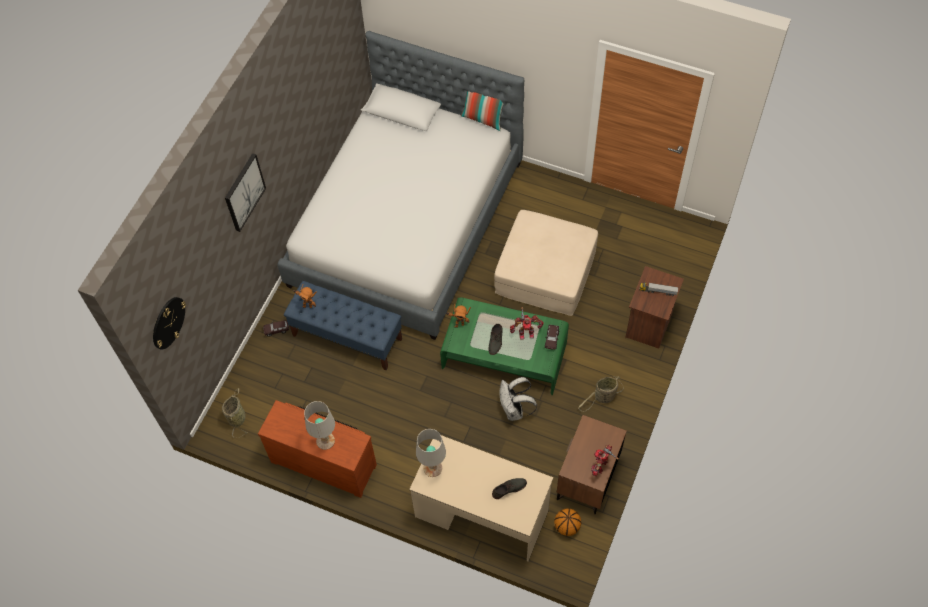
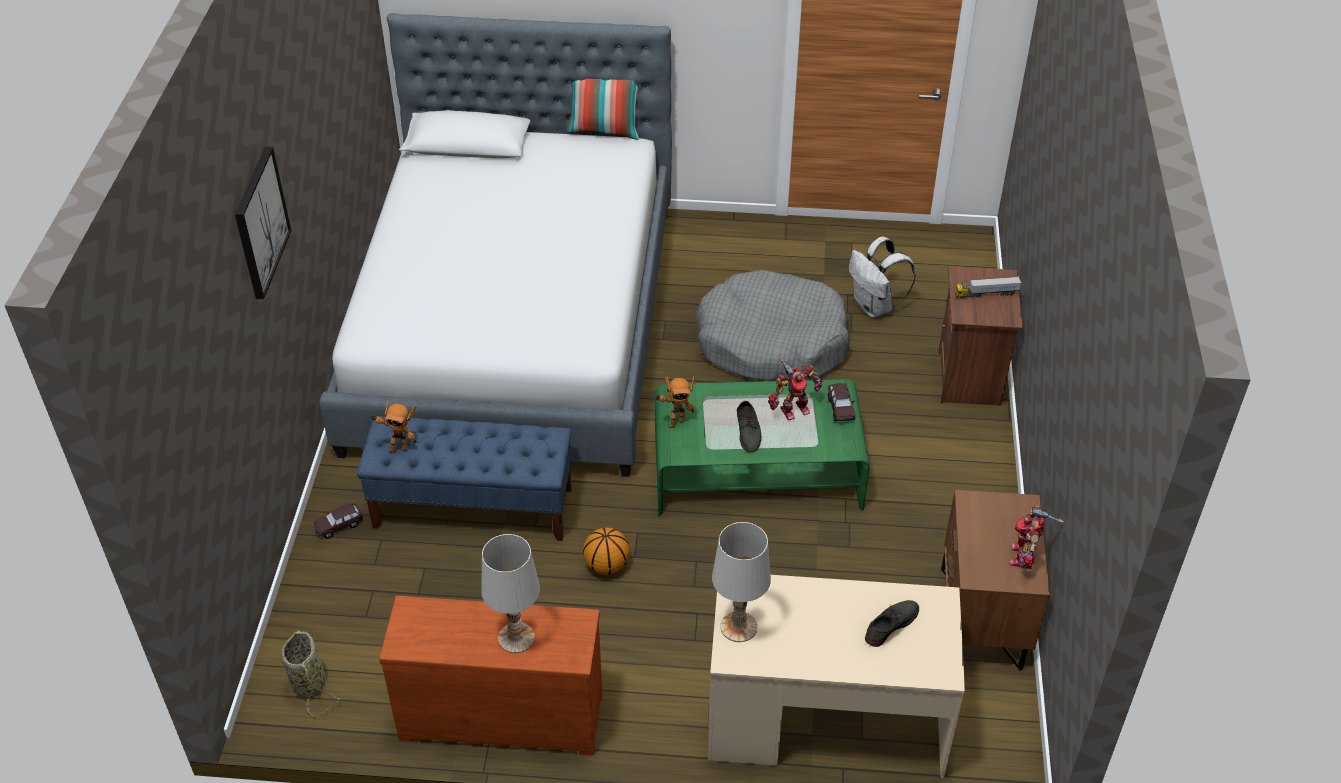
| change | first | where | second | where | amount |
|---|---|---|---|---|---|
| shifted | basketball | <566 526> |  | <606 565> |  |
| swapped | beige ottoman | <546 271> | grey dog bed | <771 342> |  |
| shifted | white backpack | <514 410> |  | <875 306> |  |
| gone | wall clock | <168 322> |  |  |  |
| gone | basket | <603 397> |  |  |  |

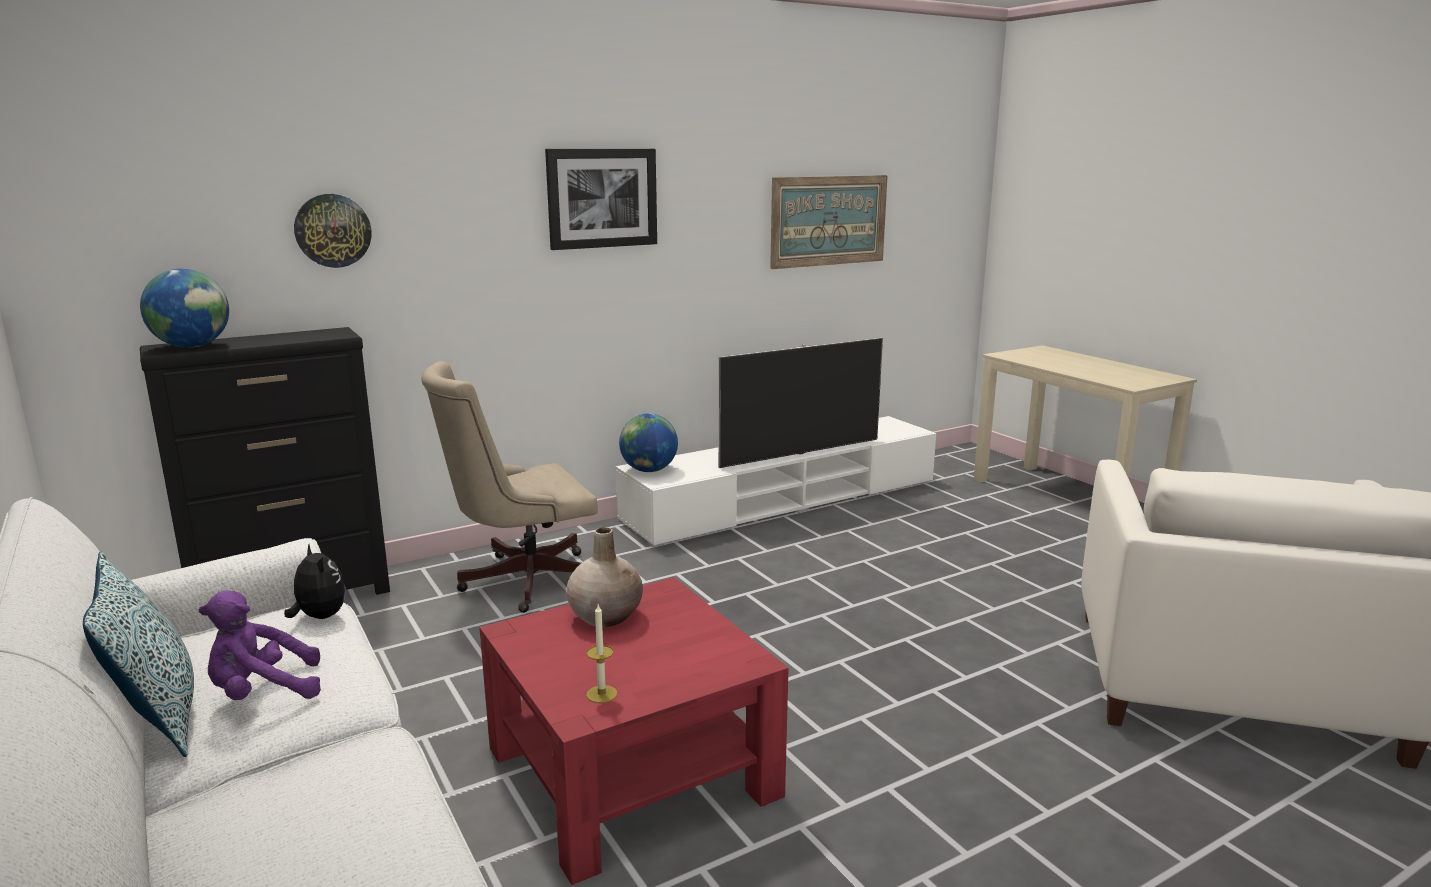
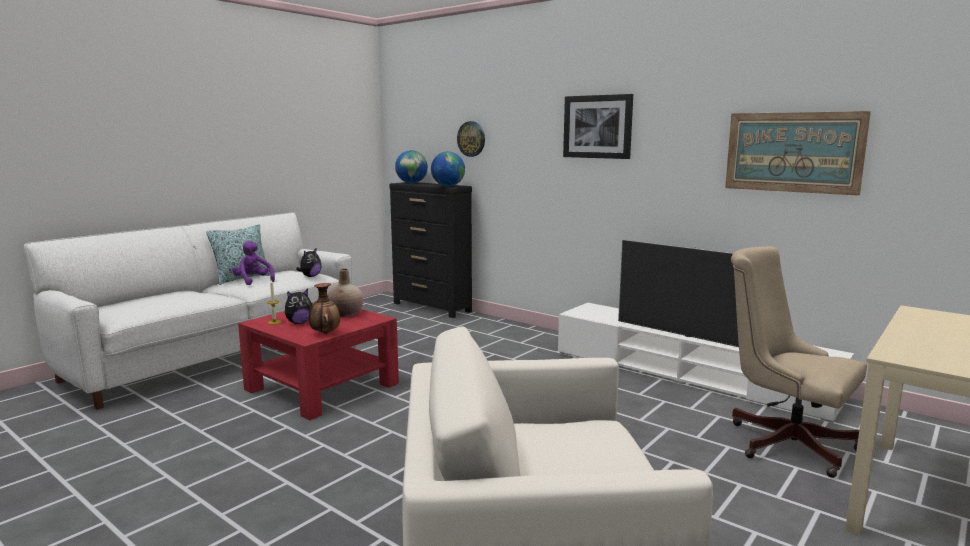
| change | first | where | second | where | amount |
|---|---|---|---|---|---|
| new |  |  | plush toy | <299 323> |  |
| new |  |  | vase | <325 333> |  |
| shifted | globe | <649 470> |  | <448 186> |  |
| shifted | beige office chair | <521 581> |  | <784 441> |  |

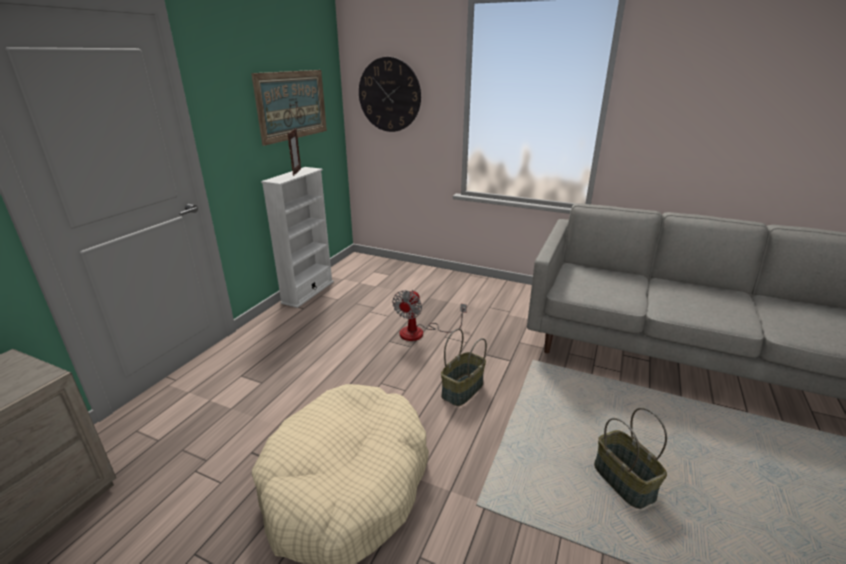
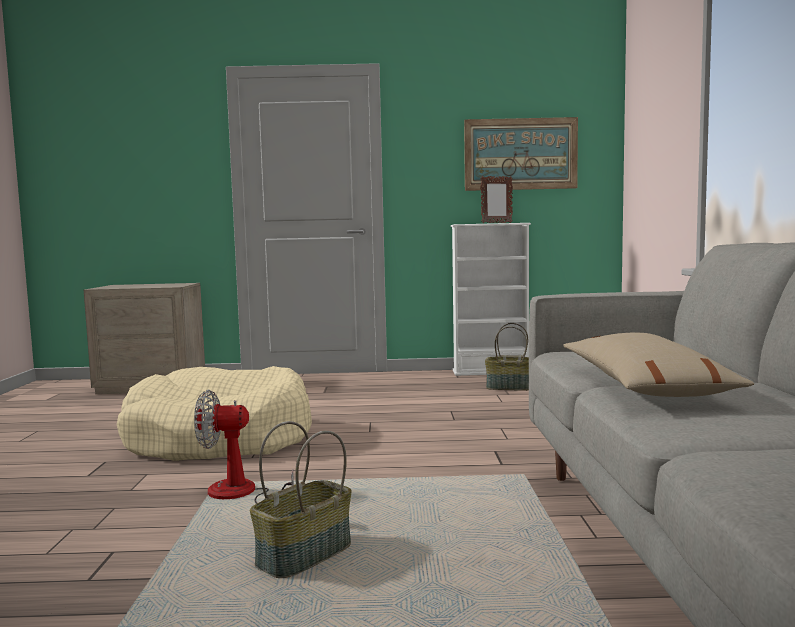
| change | first | where | second | where | amount |
|---|---|---|---|---|---|
| shifted | fan | <420 332> |  | <240 496> |  |
| shifted | basket | <463 390> |  | <509 387> |  |
| new |  |  | beige pillow | <643 386> |  |
| gone | wall clock | <389 95> |  |  |  |

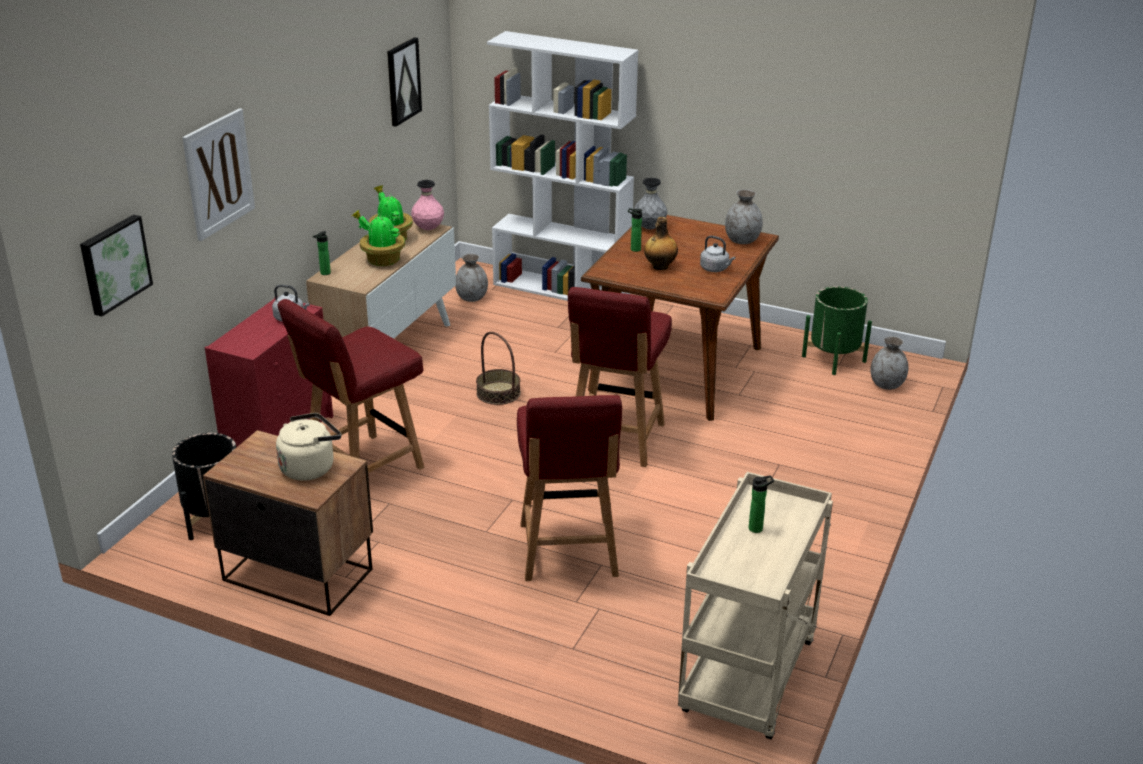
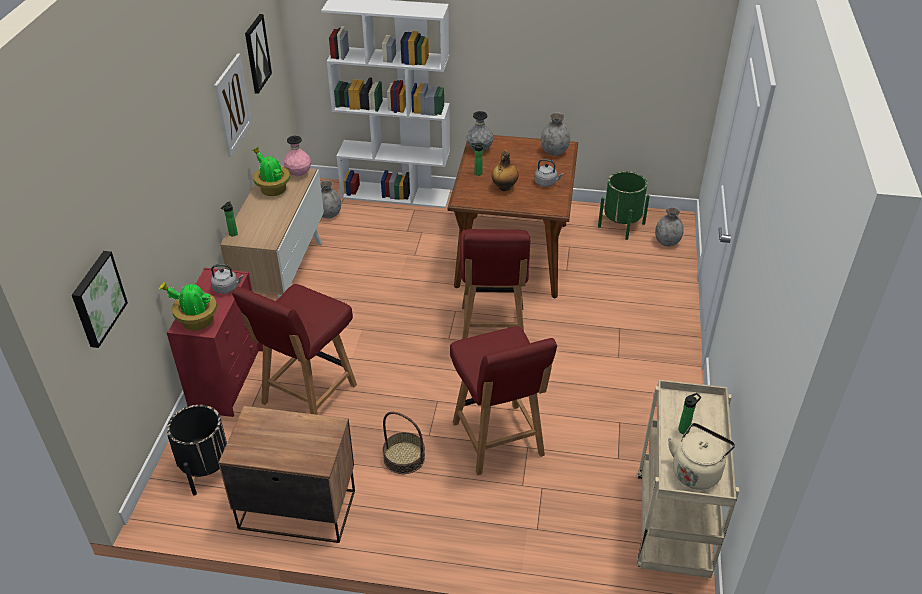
| change | first | where | second | where | amount |
|---|---|---|---|---|---|
| shifted | potted plant | <381 260> |  | <196 321> |  |
| shifted | picture | <218 174> |  | <232 105> |  |
| shifted | basket | <498 393> |  | <404 457> |  |
| shifted | beige kettle | <310 467> |  | <696 471> |  |

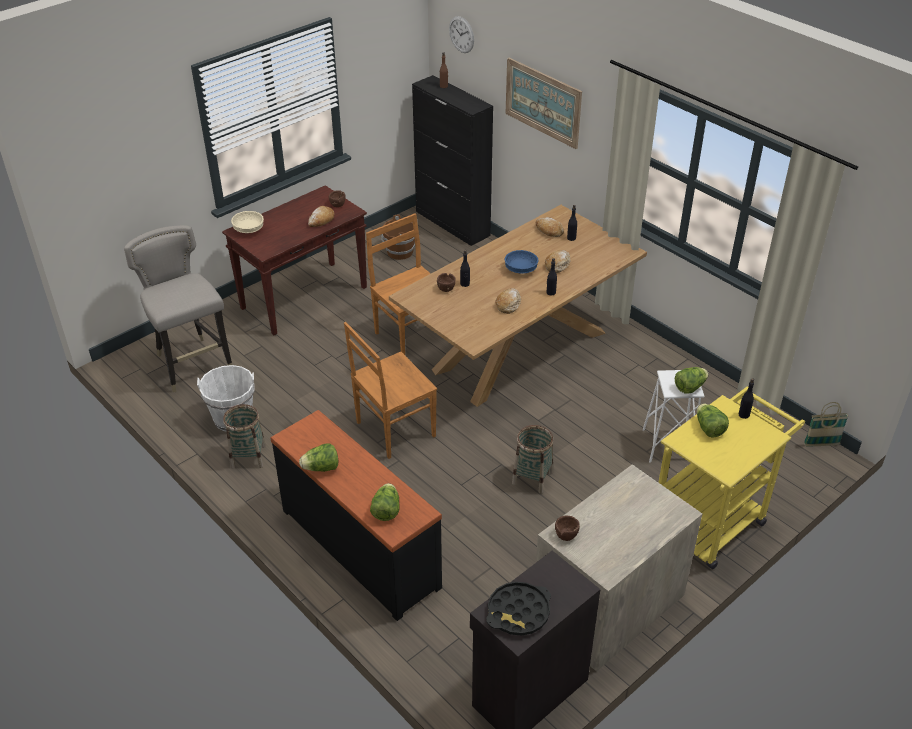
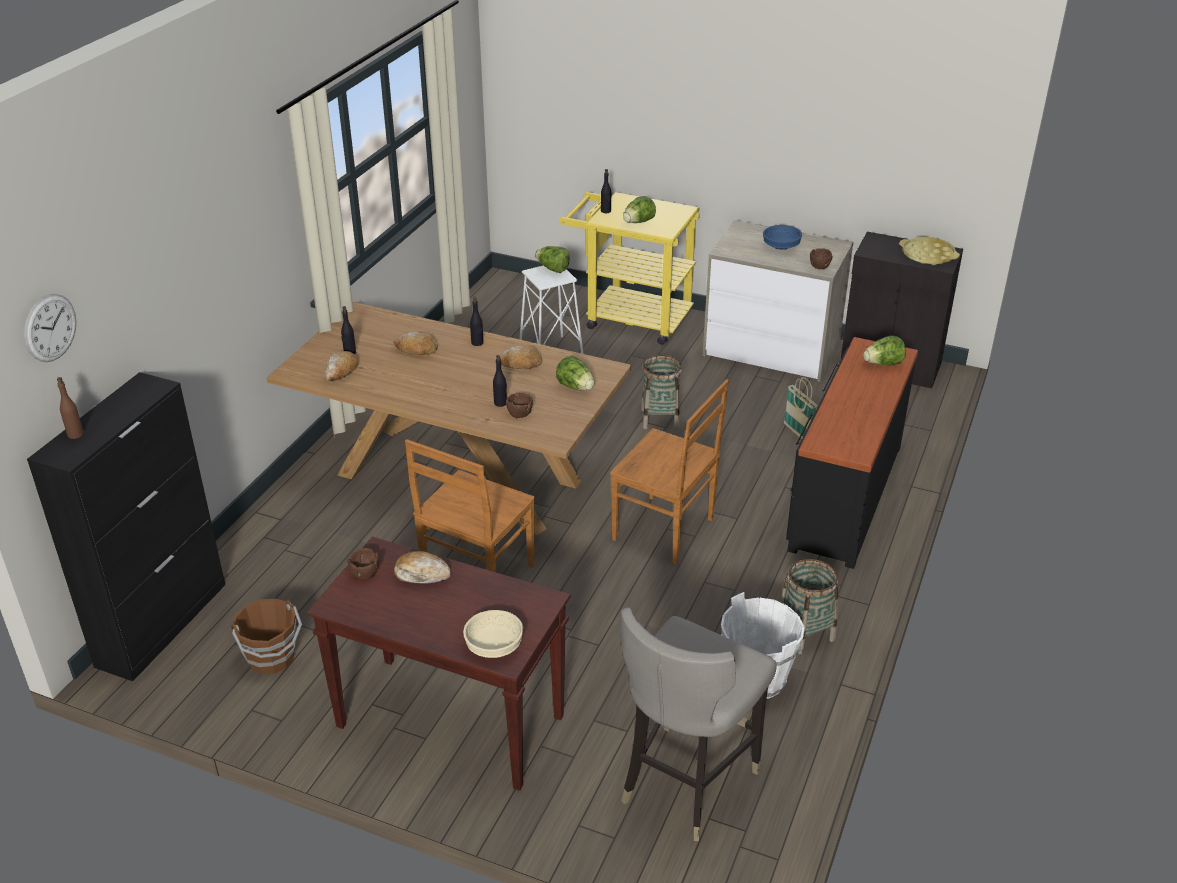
| change | first | where | second | where | amount |
|---|---|---|---|---|---|
| shifted | lettuce | <321 468> |  | <576 387> |  |
| shifted | blue bowl | <521 270> |  | <781 246> |  |
| shifted | basket | <821 444> |  | <798 433> |  |
| repainted | black tray | <518 612> | yellow tray | <927 255> |  |
| gone | picture | <543 102> |  |  |  |

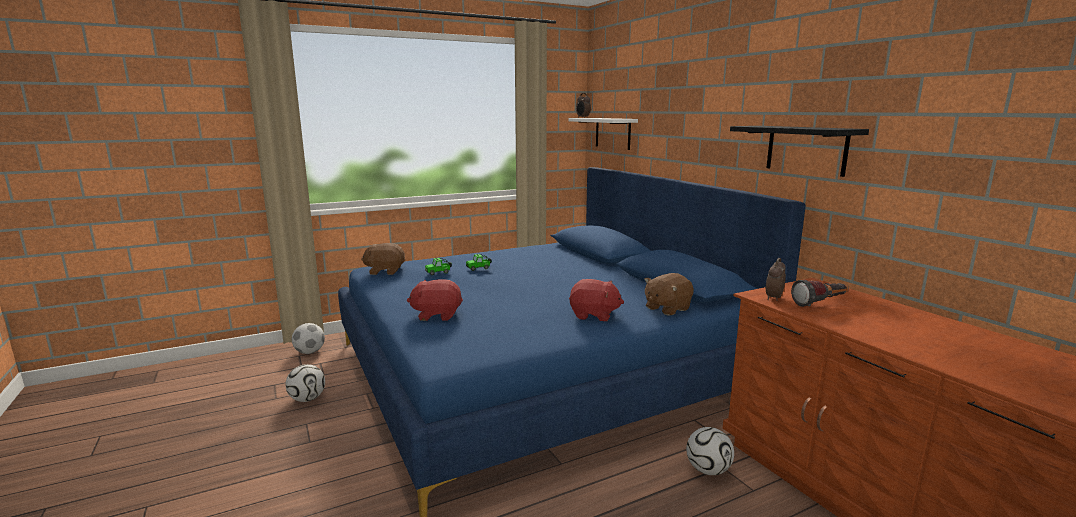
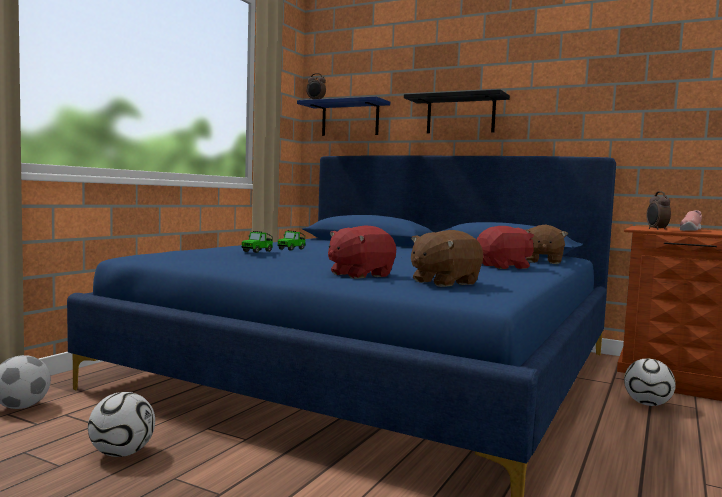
| change | first | where | second | where | amount |
|---|---|---|---|---|---|
| repainted | white shelf | <613 133> | blue shelf | <350 119> |  |
| shifted | black shelf | <806 149> |  | <460 115> |  |
| shifted | brown plush toy | <385 271> |  | <443 282> |  |
| swapped | flashlight | <821 303> | pink shoe | <690 230> |  |

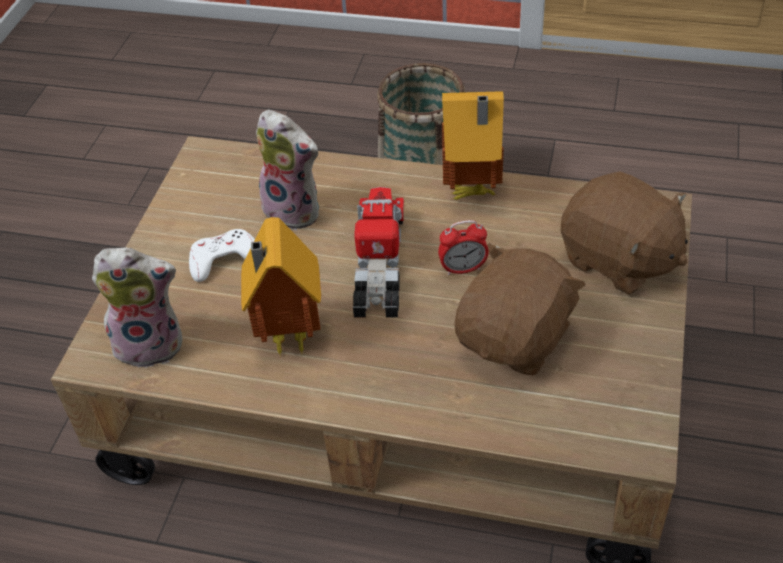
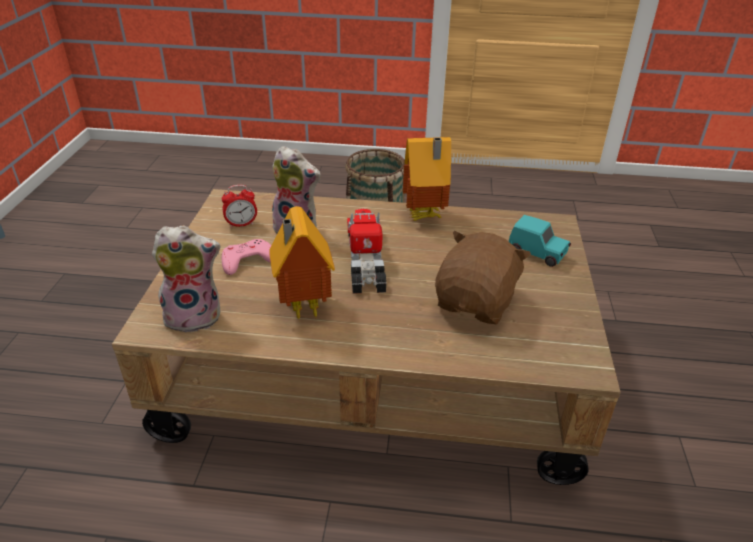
| change | first | where | second | where | amount |
|---|---|---|---|---|---|
| shifted | alarm clock | <463 269> |  | <241 224> |  |
| repainted | white game controller | <224 259> | pink game controller | <248 261> |  |
| swapped | brown plush toy | <619 260> | turquoise toy car | <537 253> |  |

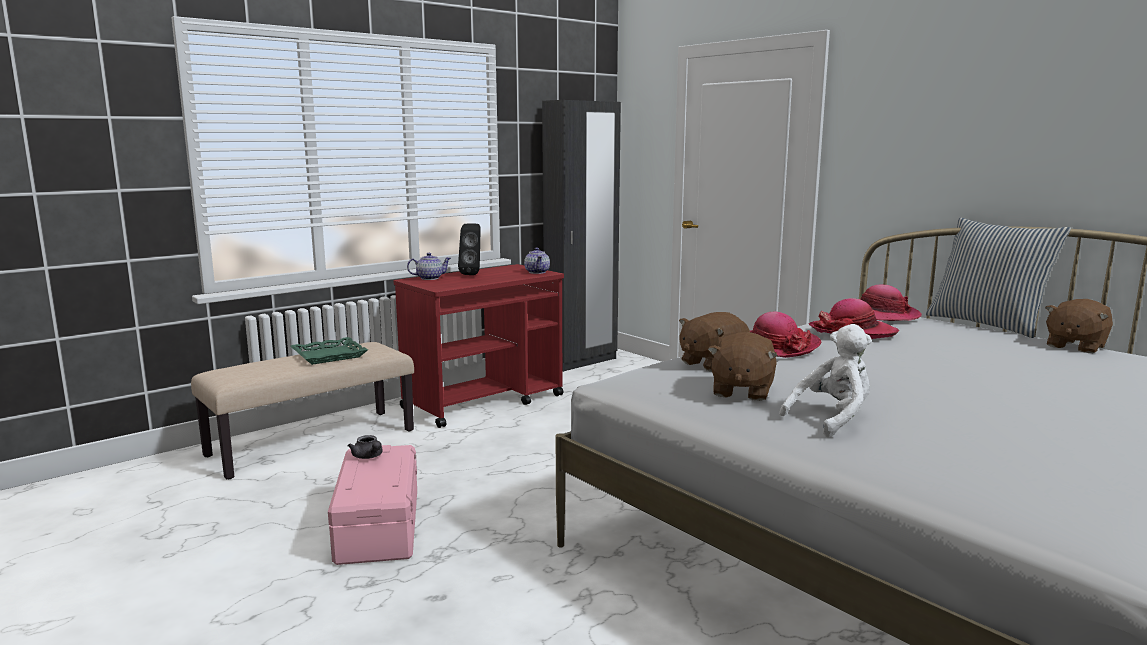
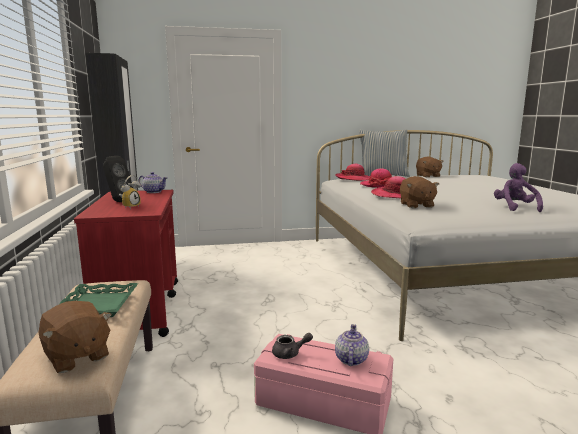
| change | first | where | second | where | amount |
|---|---|---|---|---|---|
| shifted | brown plush toy | <741 391> |  | <76 356> |  |
| new |  |  | alarm clock | <130 207> |  |
| shifted | teapot | <429 278> |  | <351 359> |  |
| repainted | white plush toy | <832 419> | purple plush toy | <515 208> |  |

